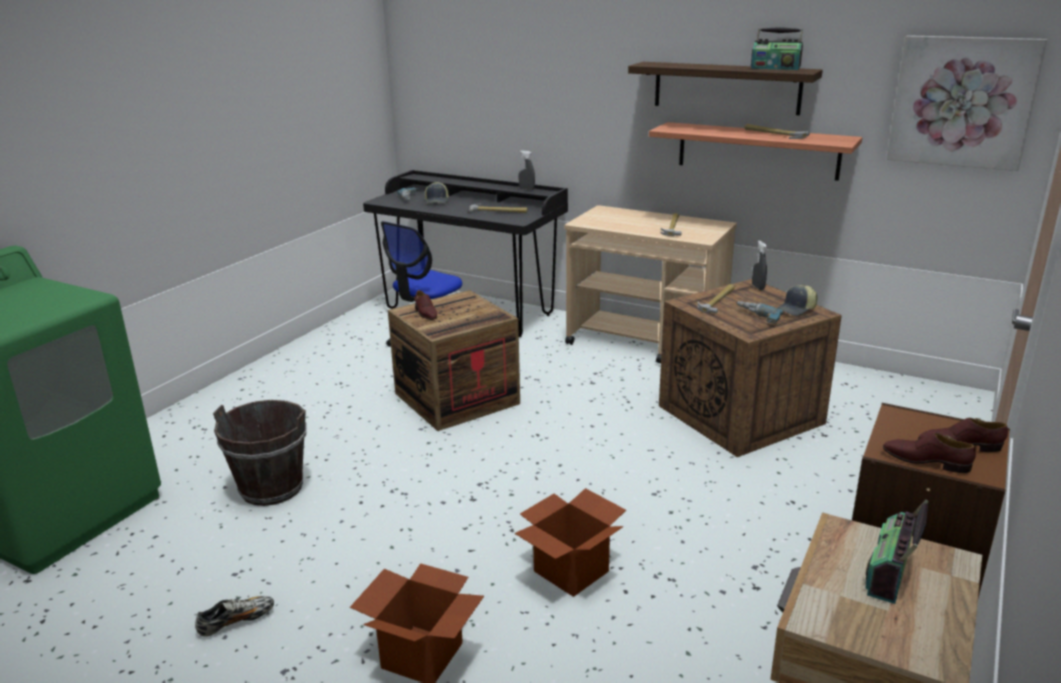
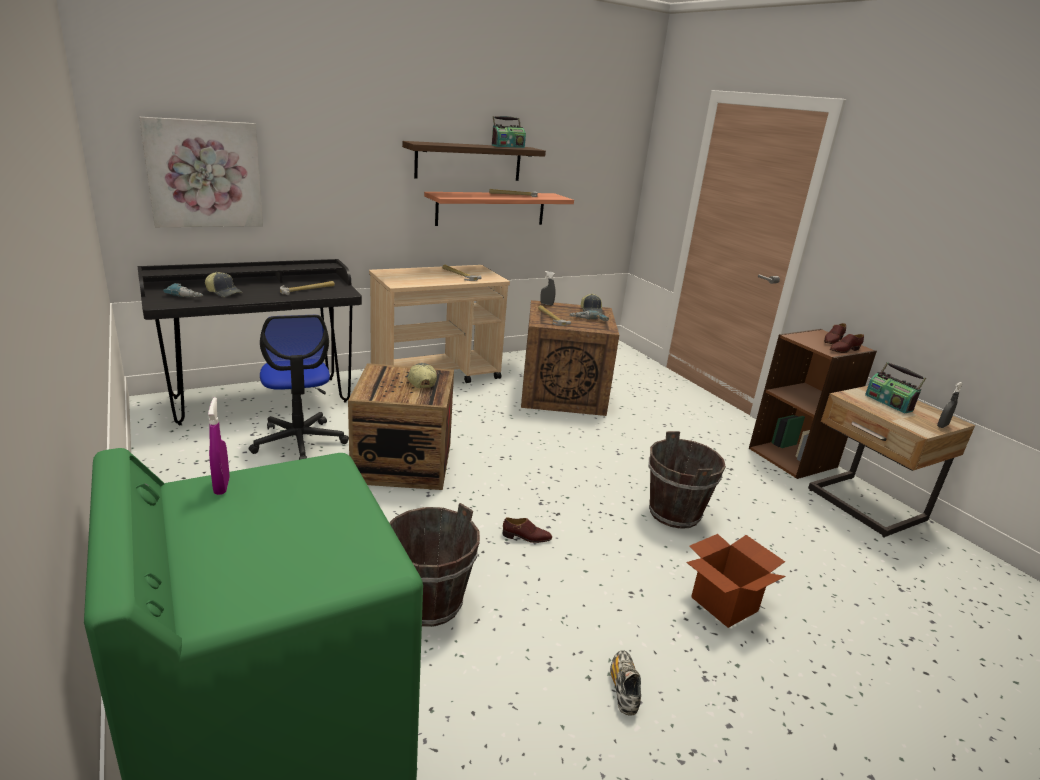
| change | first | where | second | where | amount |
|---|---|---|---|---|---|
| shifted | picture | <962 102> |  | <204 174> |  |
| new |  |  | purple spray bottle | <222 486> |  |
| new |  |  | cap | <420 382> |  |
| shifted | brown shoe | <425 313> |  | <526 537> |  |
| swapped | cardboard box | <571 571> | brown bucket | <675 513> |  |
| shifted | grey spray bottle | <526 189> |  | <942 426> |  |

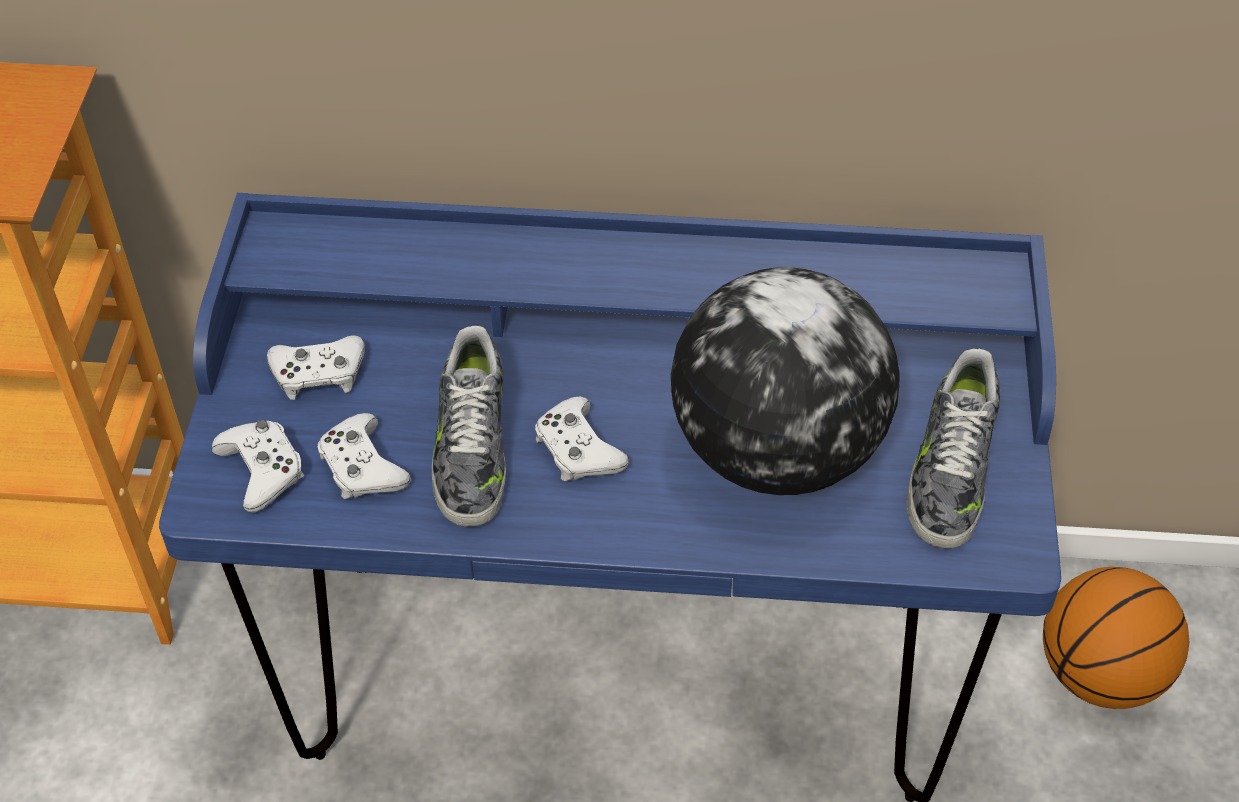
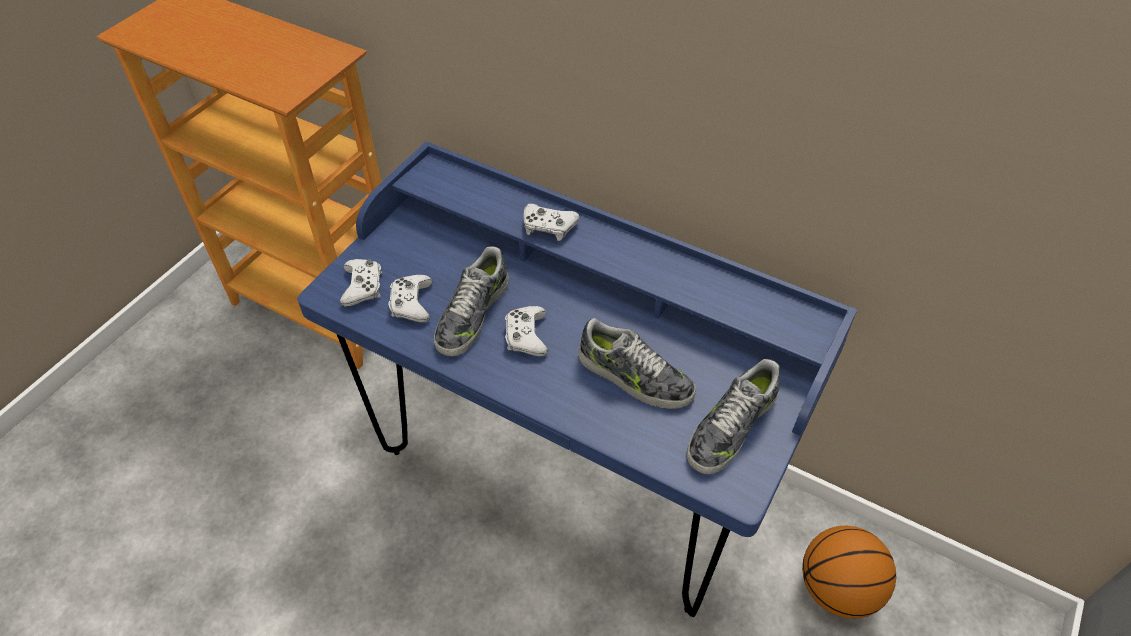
| change | first | where | second | where | amount |
|---|---|---|---|---|---|
| shifted | white game controller | <318 374> |  | <548 226> |  |
| swapped | globe | <775 451> | shoe | <634 377> |  |

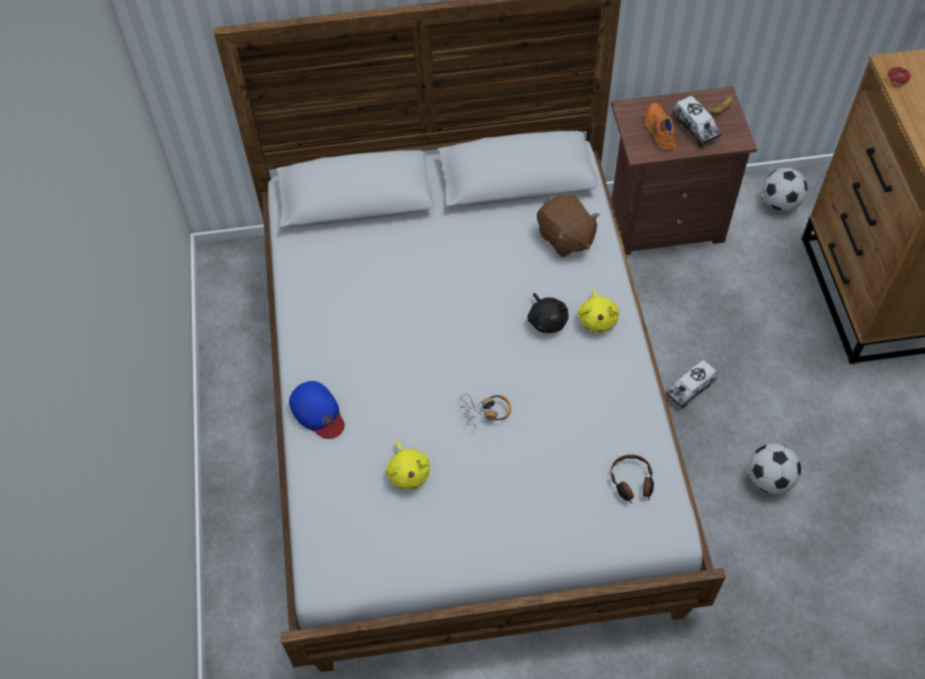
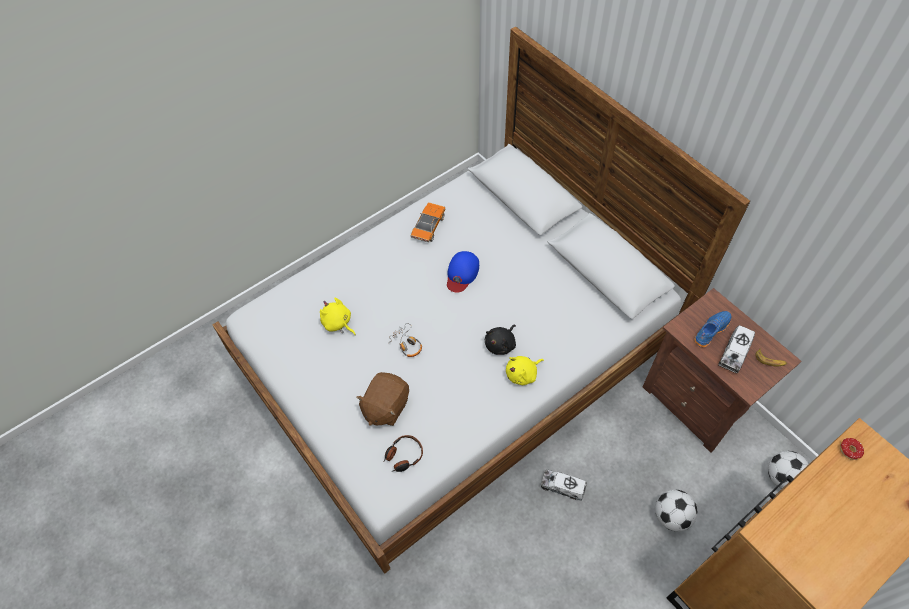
| change | first | where | second | where | amount |
|---|---|---|---|---|---|
| rotated | yellow plush toy | <408 472> |  | <338 323> | 90 degrees clockwise |
| shifted | brown plush toy | <565 238> |  | <385 406> |  |
| new |  |  | toy car | <428 226> |  |
| shifted | blue cap | <318 412> |  | <462 273> |  |
| shifted | football | <769 479> |  | <671 516> |  |
| repainted | orange shoe | <658 131> | blue shoe | <710 330> |  |

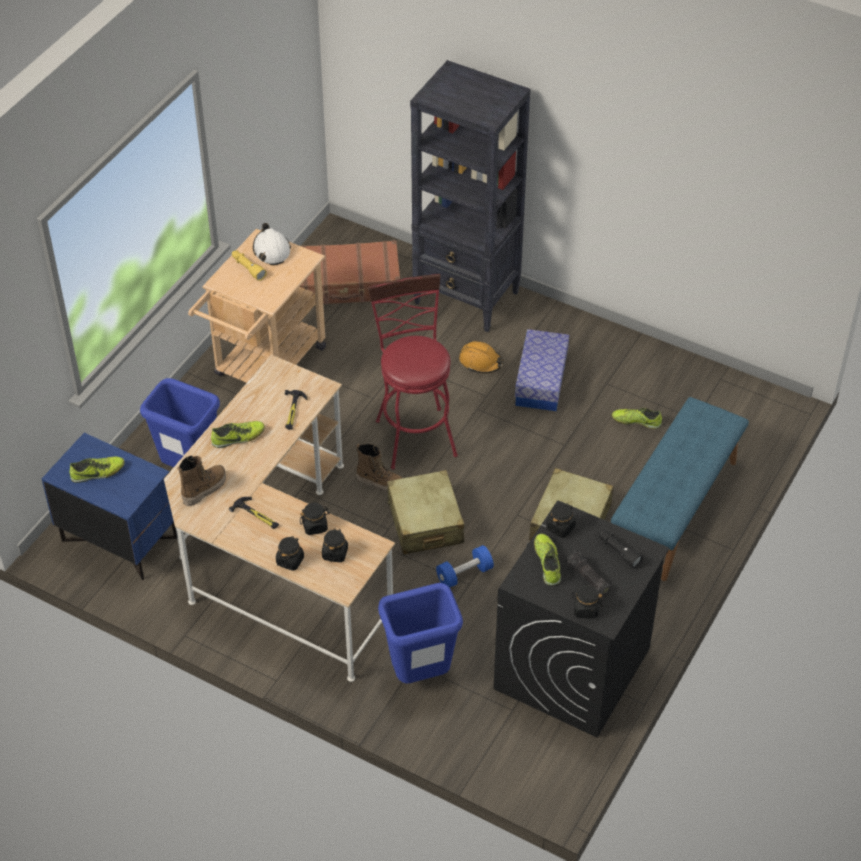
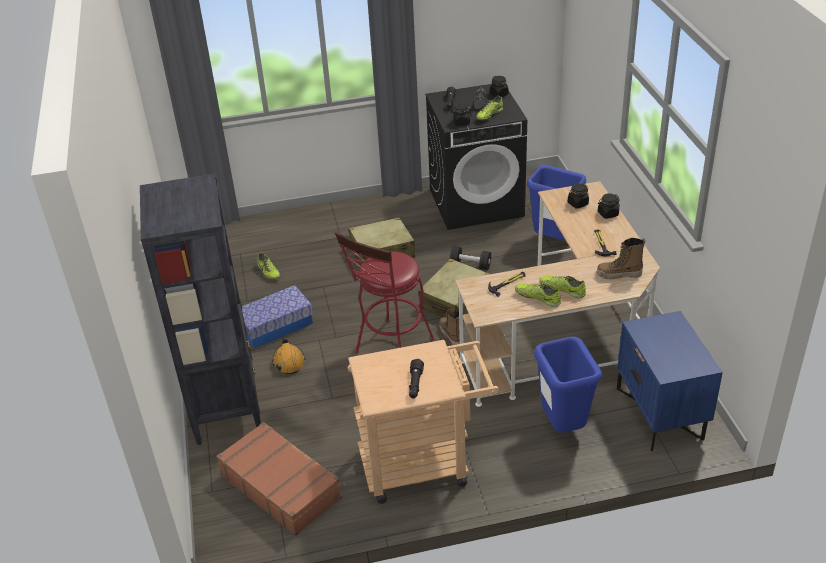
| change | first | where | second | where | amount |
|---|---|---|---|---|---|
| repainted | yellow flashlight | <248 268> | black flashlight | <415 384> |  |
| repainted | blue dumbbell | <464 574> | black dumbbell | <470 265> |  |
| shifted | shoe | <98 473> |  | <537 297> |  |
| gone | white hard hat | <271 250> |  |  |  |
| gone | black jar | <315 526> |  |  |  |
| gone | blue bench | <676 509> |  |  |  |

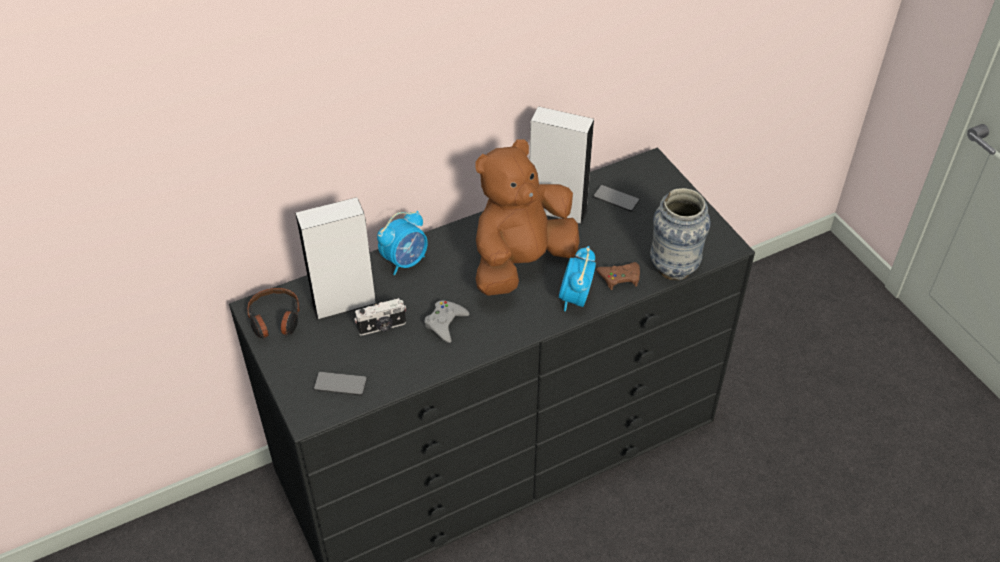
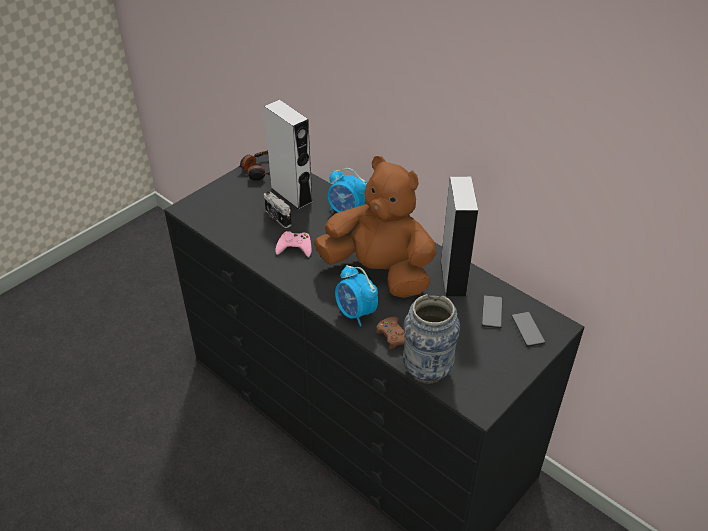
| change | first | where | second | where | amount |
|---|---|---|---|---|---|
| repainted | grey game controller | <445 323> | pink game controller | <295 247> |  |
| rotated | alarm clock | <575 298> |  | <355 313> | 120 degrees counterclockwise |
| shifted | phone | <340 384> |  | <527 329> |  |

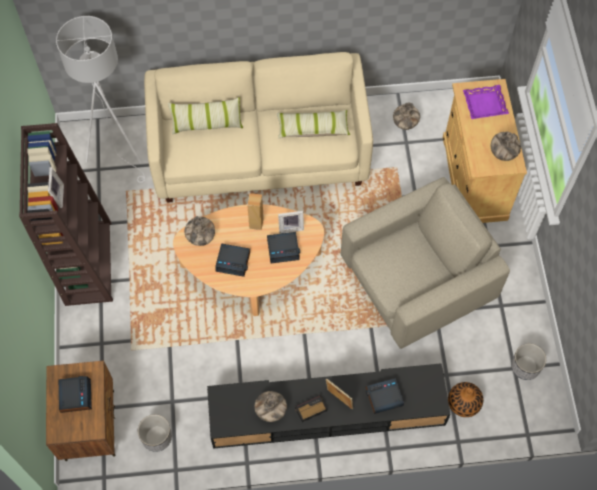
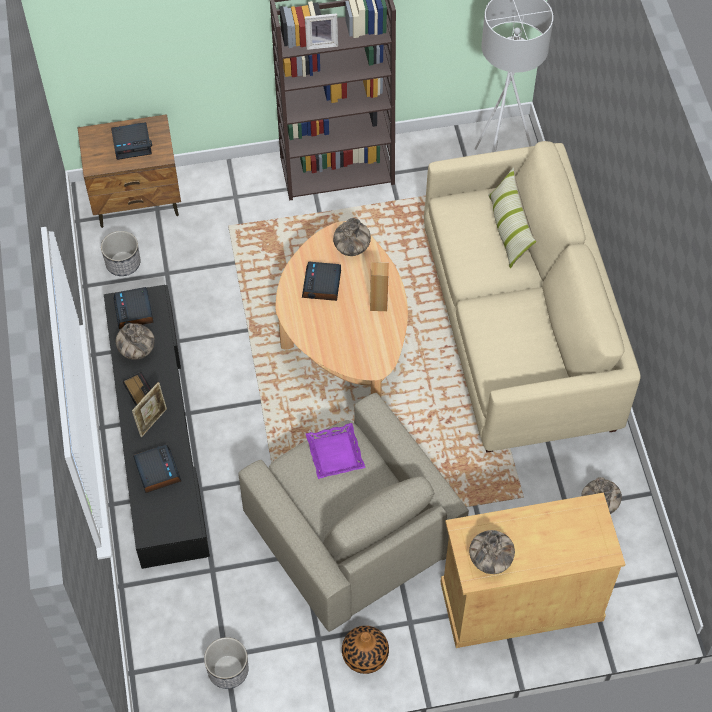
| change | first | where | second | where | amount |
|---|---|---|---|---|---|
| shifted | alarm clock | <283 249> |  | <134 311> |  |
| shifted | purple tray | <484 104> |  | <335 453> |  |
| shifted | vase | <464 403> |  | <365 655> |  |
| gone | pillow | <312 128> |  |  |  |
| gone | picture frame | <290 227> |  |  |  |

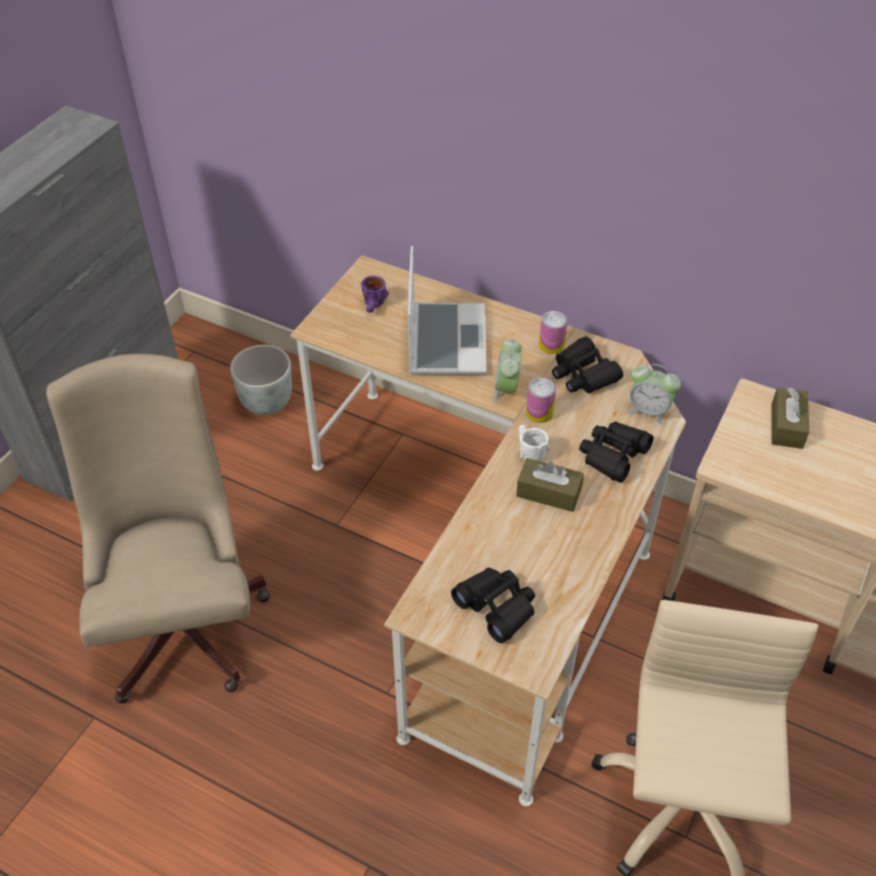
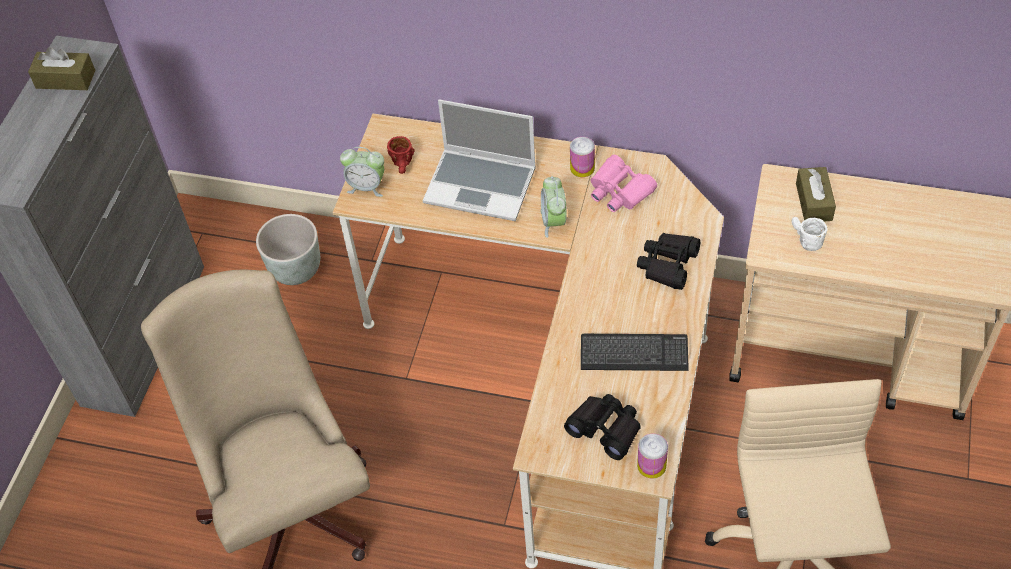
| change | first | where | second | where | amount |
|---|---|---|---|---|---|
| shifted | brown tissue box | <548 492> |  | <65 79> |  |
| shifted | alarm clock | <648 411> |  | <367 186> |  |
| repainted | purple mug | <374 307> | red mug | <403 165> |  |
| rotated | laptop | <445 340> |  | <482 185> | 120 degrees clockwise |
| new |  |  | keyboard | <634 354> |  |
| repainted | black binoculars | <583 374> | pink binoculars | <619 191> |  |
| shifted | can | <539 412> |  | <651 465> |  |
| shifted | white mug | <527 451> |  | <804 239> |  |

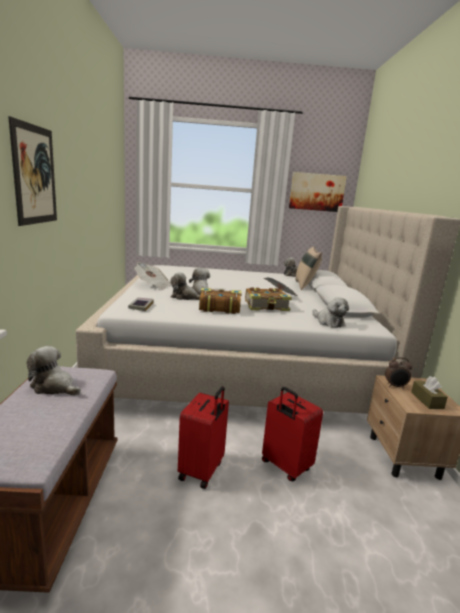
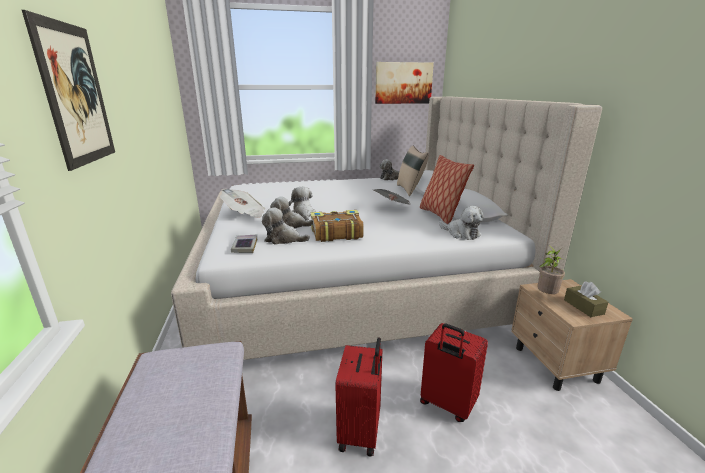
| change | first | where | second | where | amount |
|---|---|---|---|---|---|
| shifted | plush toy | <54 387> |  | <283 239> |  |
| new |  |  | pillow | <440 215> |  |
| swapped | alarm clock | <395 386> | potted plant | <545 295> |  |
| gone | book | <267 306> |  |  |  |

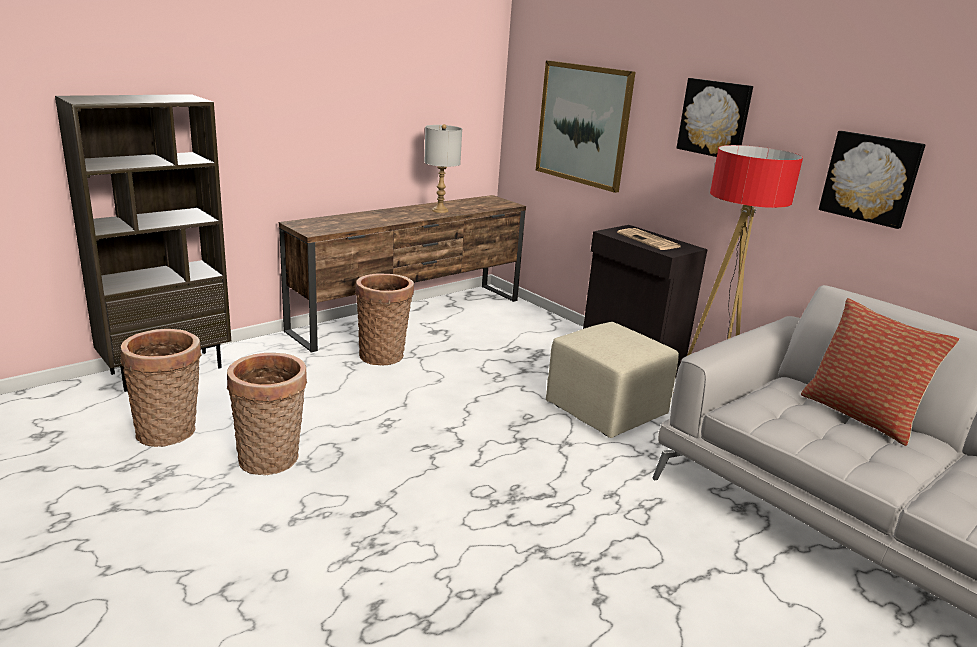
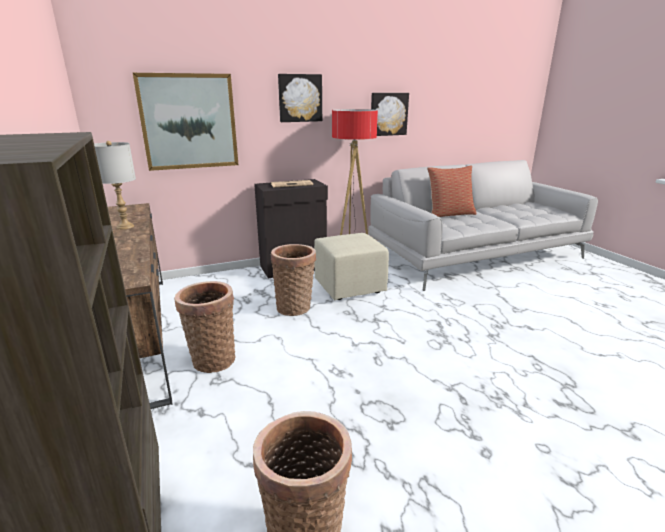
| change | first | where | second | where | amount |
|---|---|---|---|---|---|
| shifted | basket | <272 460> |  | <295 306> |  |

